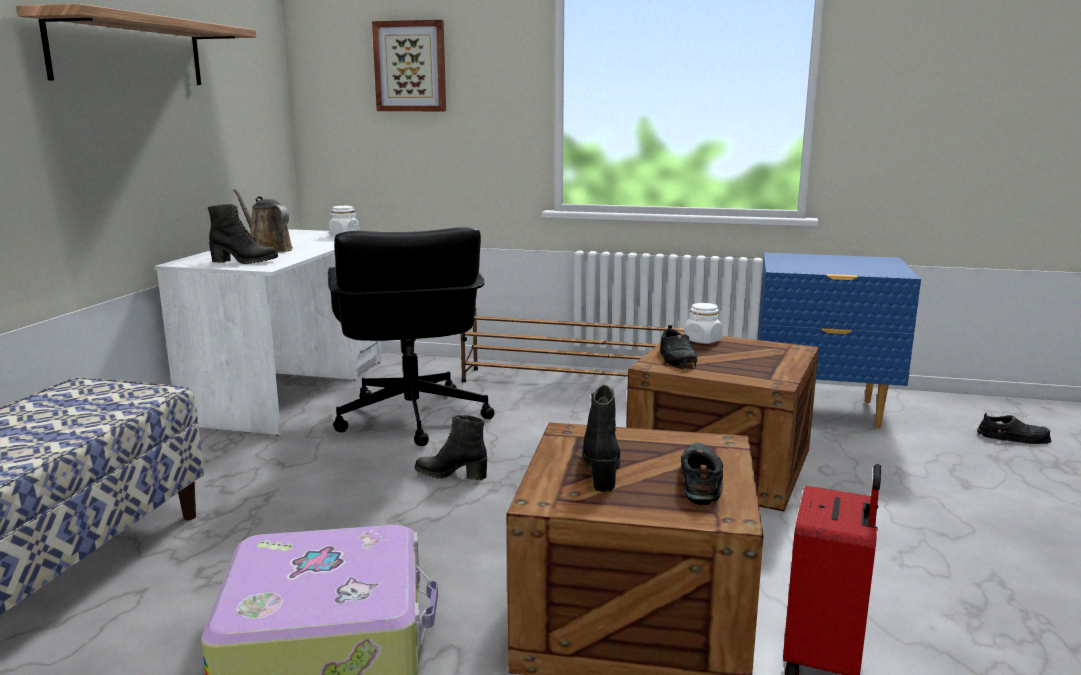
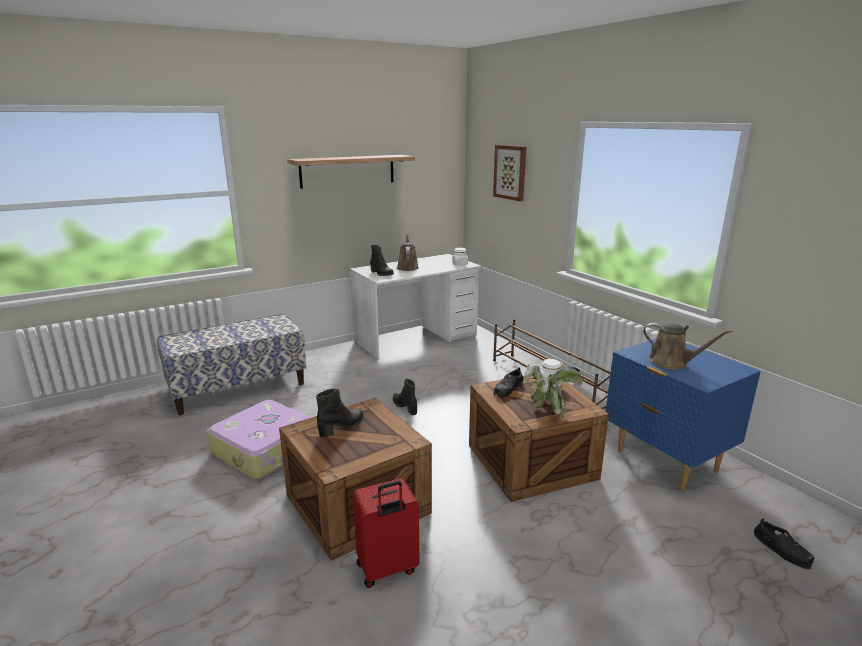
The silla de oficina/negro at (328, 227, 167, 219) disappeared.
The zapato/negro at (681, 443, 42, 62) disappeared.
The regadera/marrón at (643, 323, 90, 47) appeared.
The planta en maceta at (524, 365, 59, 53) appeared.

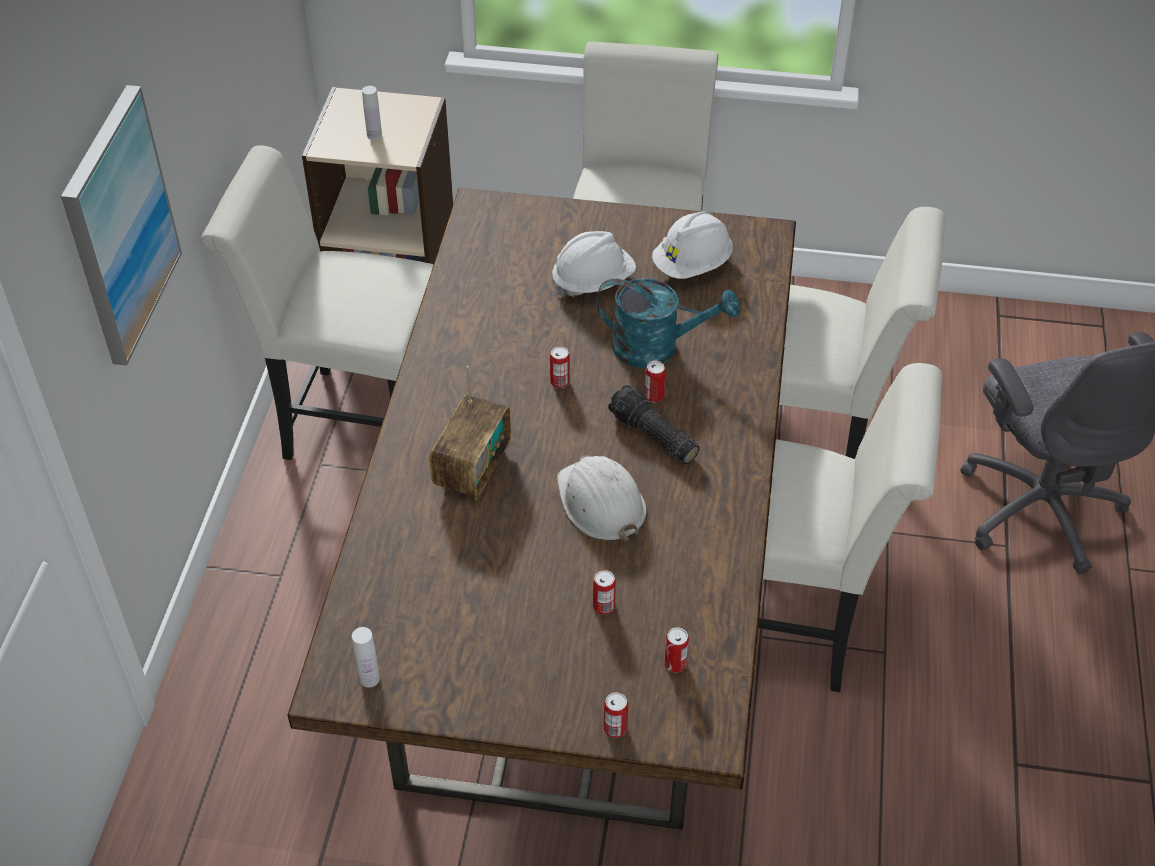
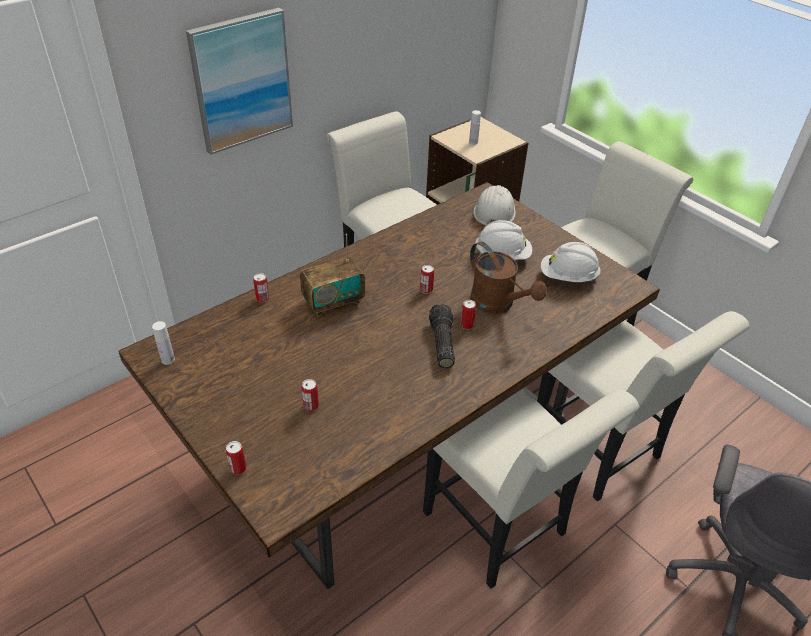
The regadera/turquesa at (596, 278, 144, 90) became the regadera/marrón at (470, 242, 77, 72).
The casco/blanco moved from (557, 455, 89, 87) to (474, 185, 42, 40).
The lata moved from (664, 627, 25, 46) to (253, 273, 16, 29).

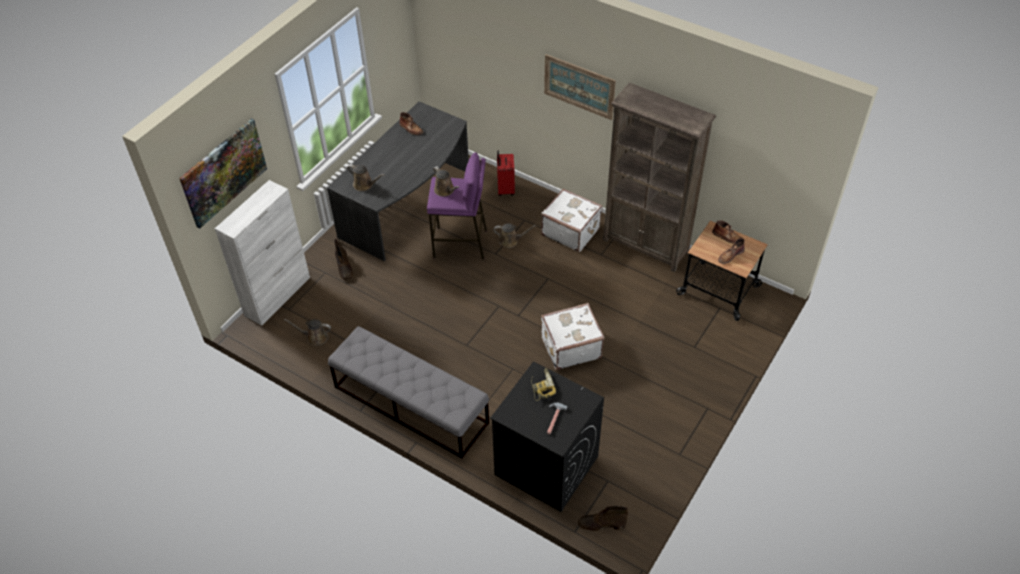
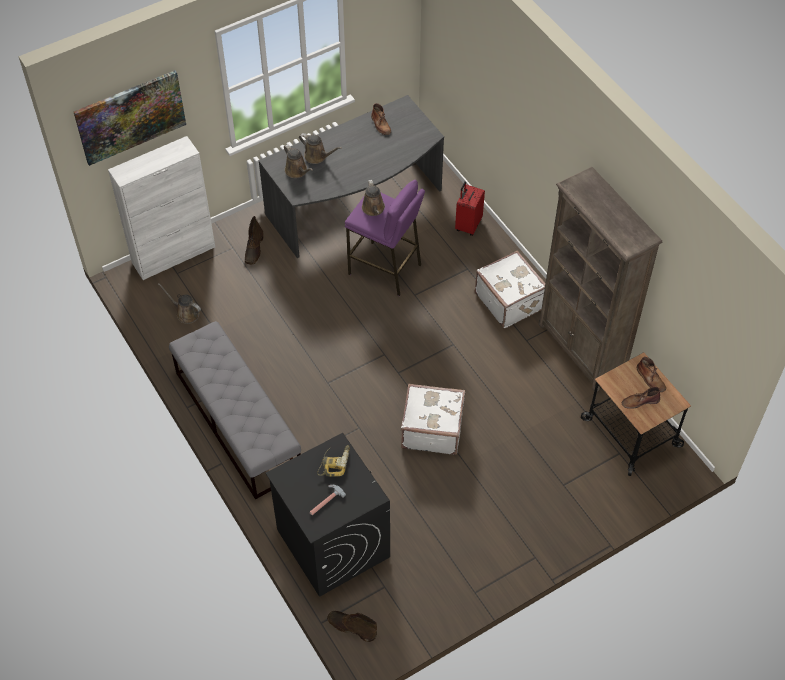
The cuadro at (544, 54, 72, 66) disappeared.
The regadera/marrón moved from (493, 223, 43, 25) to (299, 133, 43, 31).

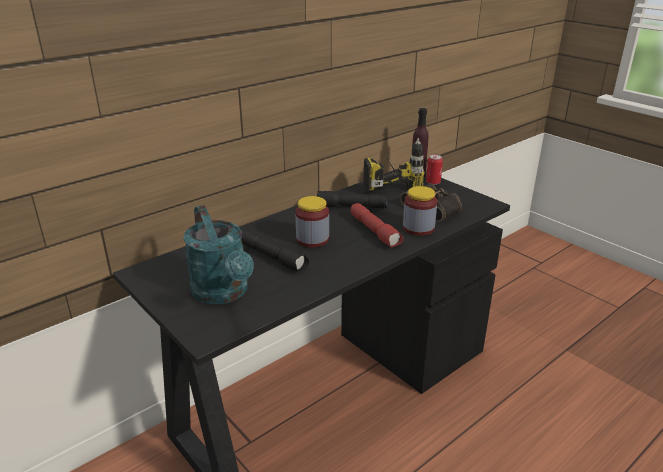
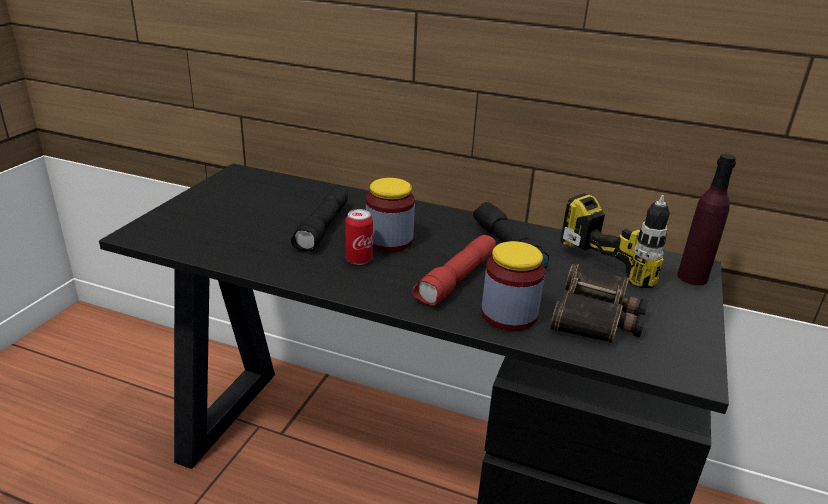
The lata moved from (426, 154, 17, 31) to (346, 209, 27, 56).
The regadera/turquesa at (183, 205, 71, 99) disappeared.

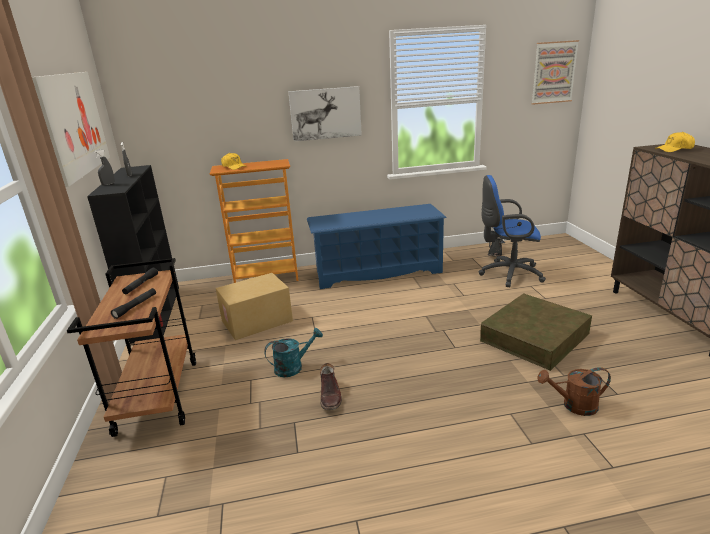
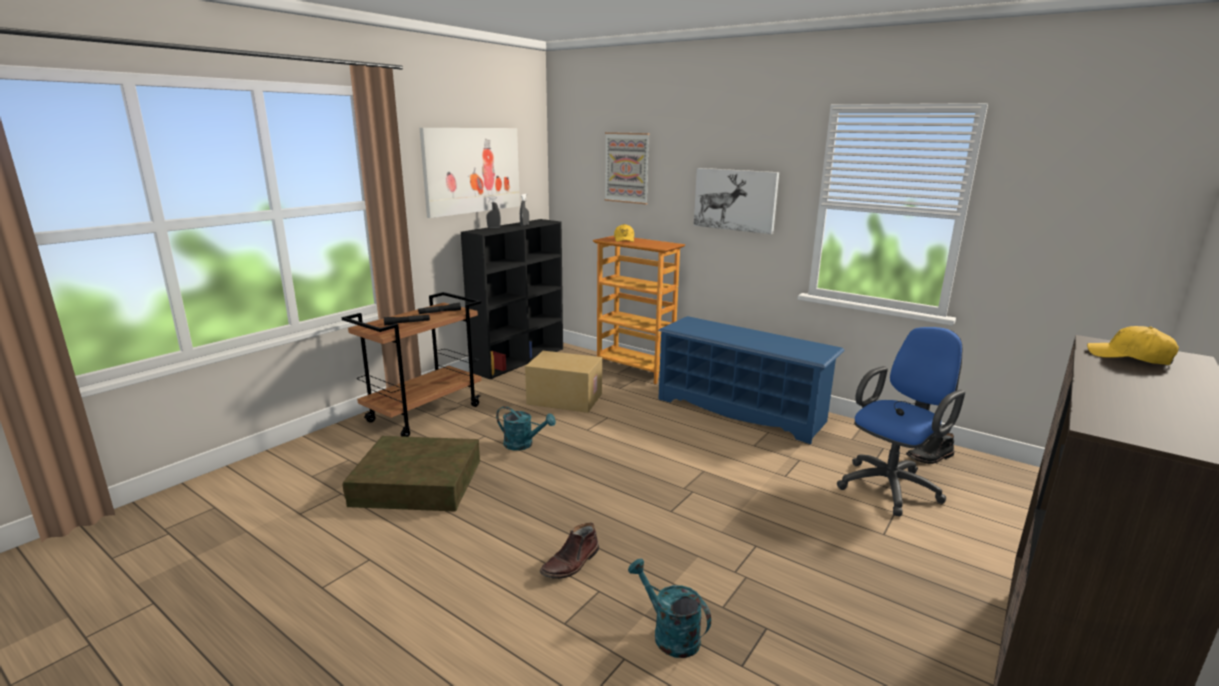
The cuadro moved from (531, 40, 48, 64) to (604, 132, 46, 72).
The silla de oficina/azul at (479, 175, 67, 112) turned 90 degrees clockwise.
The caja de almacenaje/marrón moved from (480, 293, 112, 78) to (342, 436, 138, 76).
The bota/marrón moved from (320, 363, 22, 47) to (540, 523, 59, 56).
The regadera/marrón at (537, 367, 74, 49) became the regadera/turquesa at (628, 559, 83, 99).

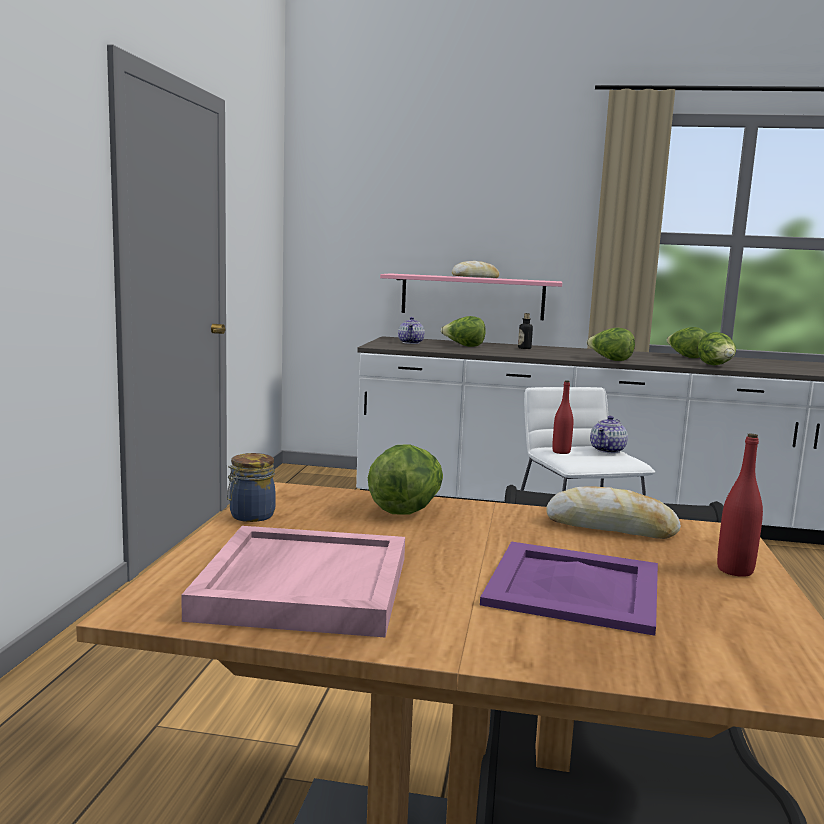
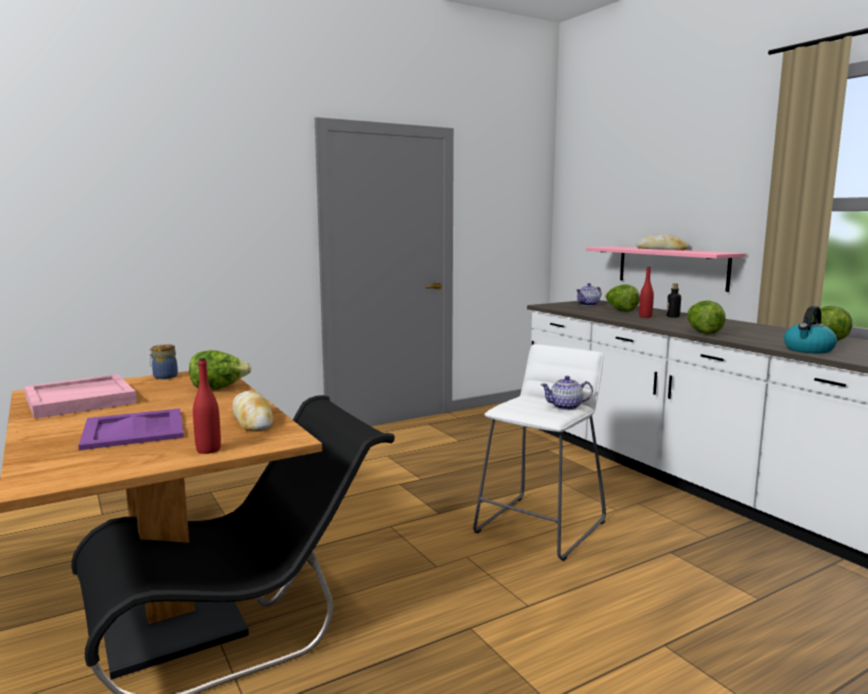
The lechuga at (698, 332, 38, 33) was replaced by the hervidor at (784, 306, 53, 48).
The botella/rojo moved from (552, 380, 21, 74) to (639, 267, 15, 51).

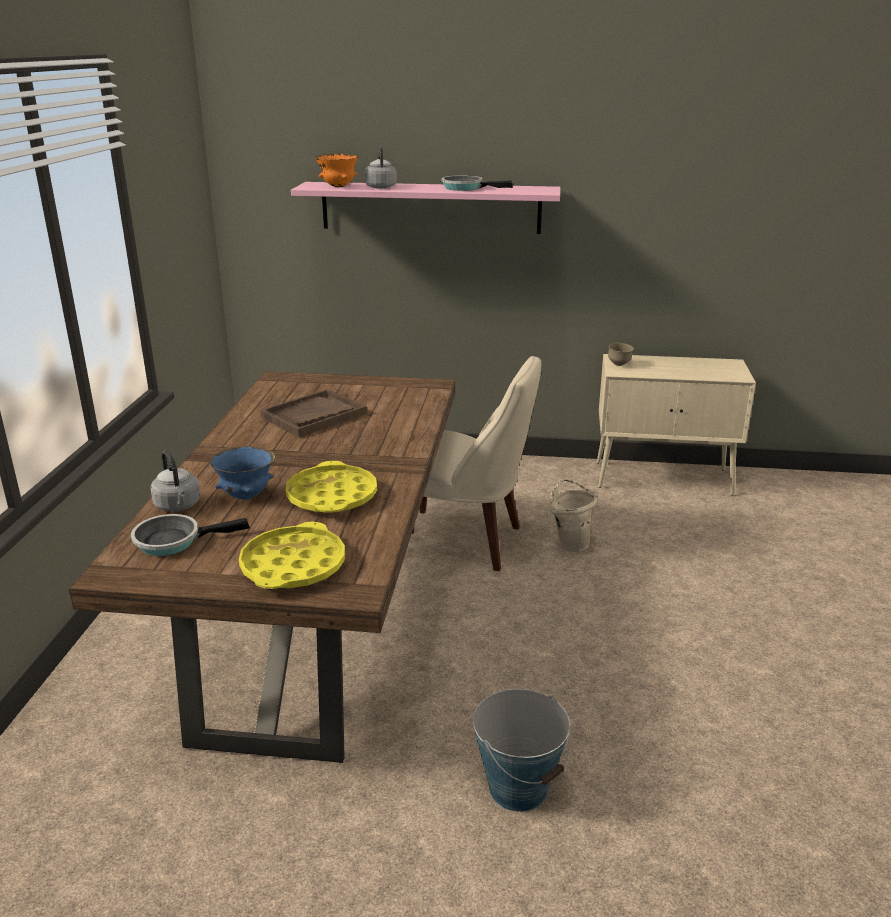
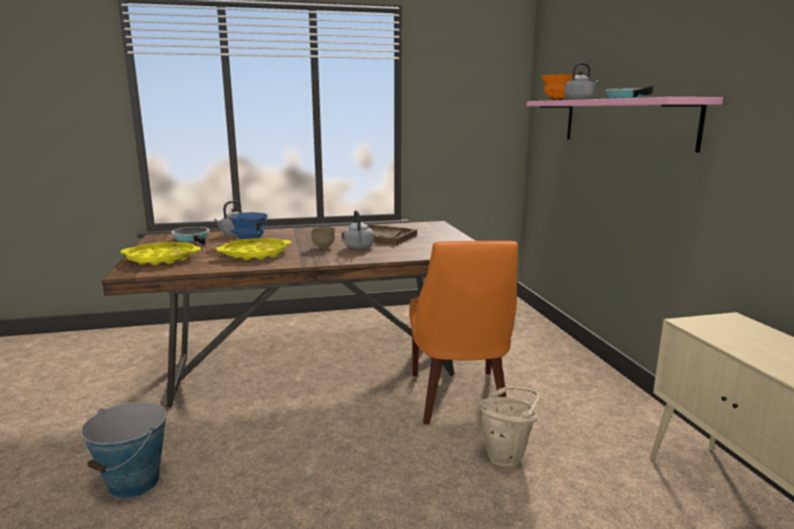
The cuenco/marrón moved from (608, 343, 26, 23) to (311, 227, 24, 21).
The silla/beis at (420, 356, 121, 215) became the silla/naranja at (409, 241, 109, 184).
The hervidor/gris at (344, 210, 30, 39) appeared.

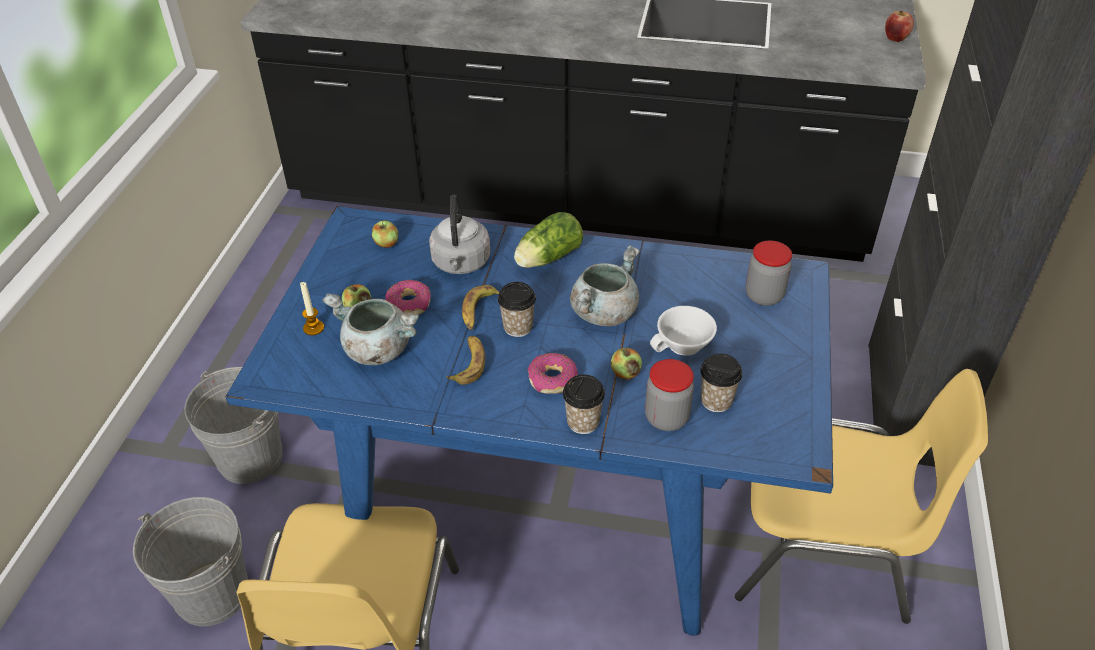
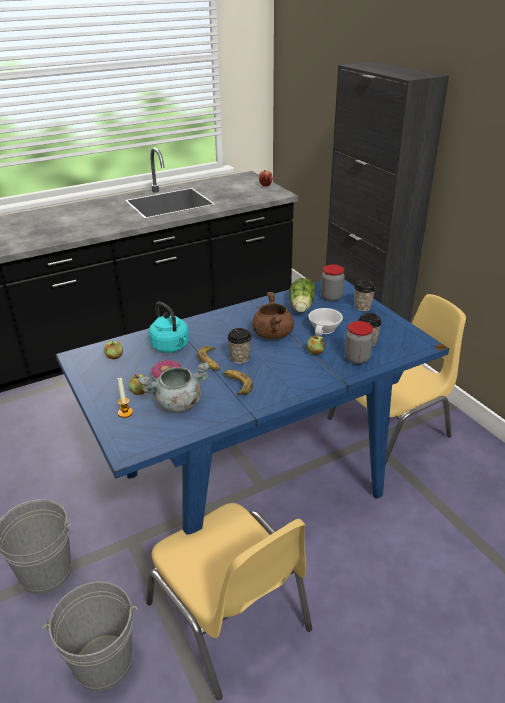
The hervidor/gris at (429, 195, 61, 79) became the hervidor/turquesa at (148, 302, 41, 51).
The lechuga moved from (514, 212, 69, 56) to (290, 278, 25, 35).
The olla/gris at (570, 245, 69, 81) became the olla/marrón at (252, 292, 42, 47).
The rosquilla at (528, 353, 50, 41) disappeared.
The taza moved from (563, 374, 42, 60) to (354, 280, 22, 31).

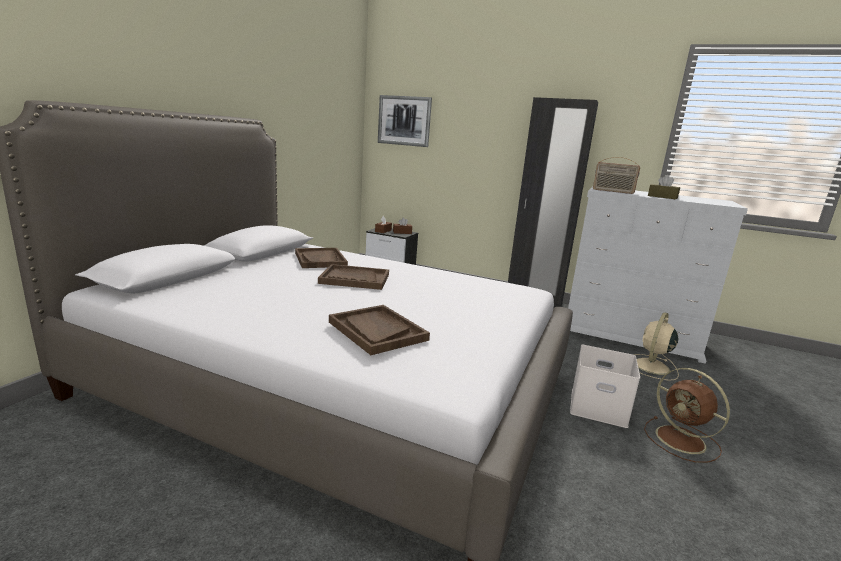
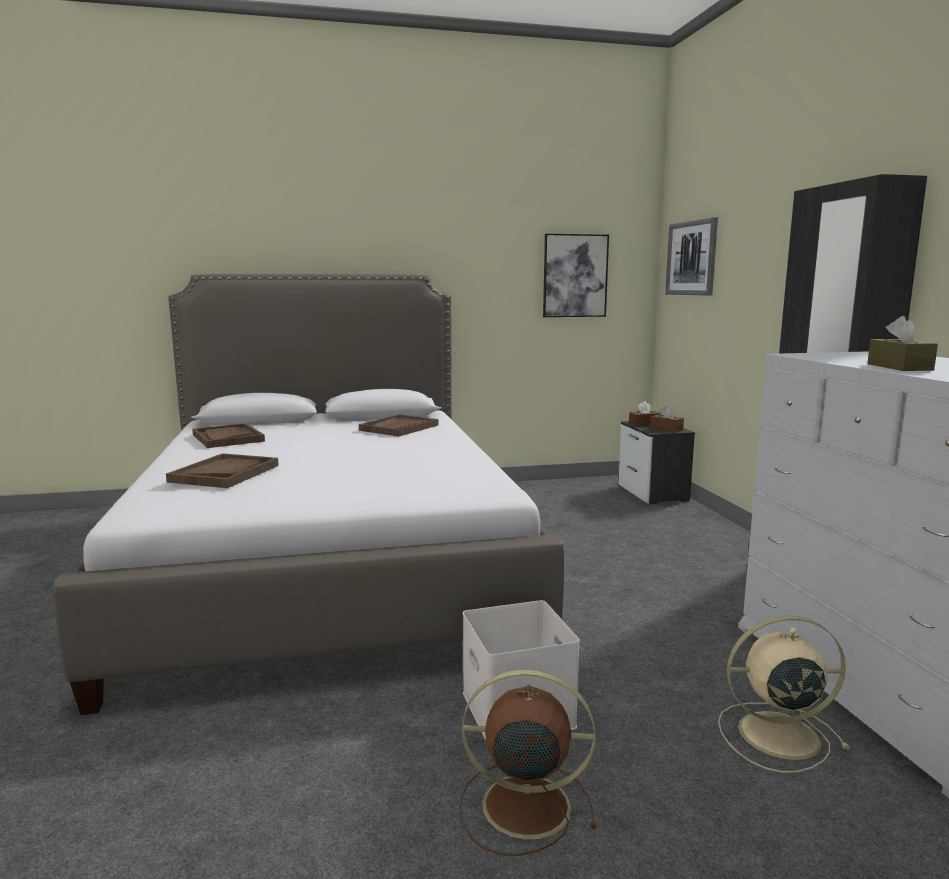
The radio at (593, 157, 47, 37) disappeared.
The bandeja/marrón moved from (318, 264, 71, 26) to (192, 423, 73, 25).
The ventilador/marrón at (644, 368, 86, 95) turned 75 degrees clockwise.
The cuadro at (543, 234, 66, 83) appeared.

